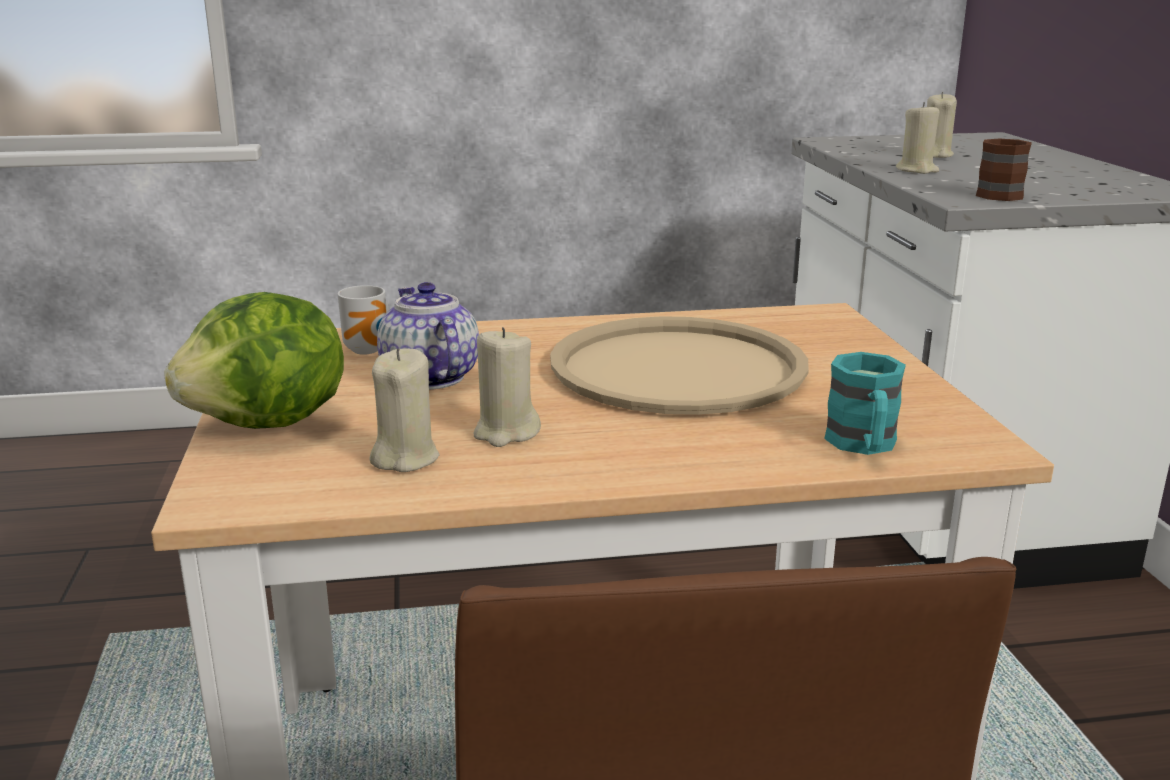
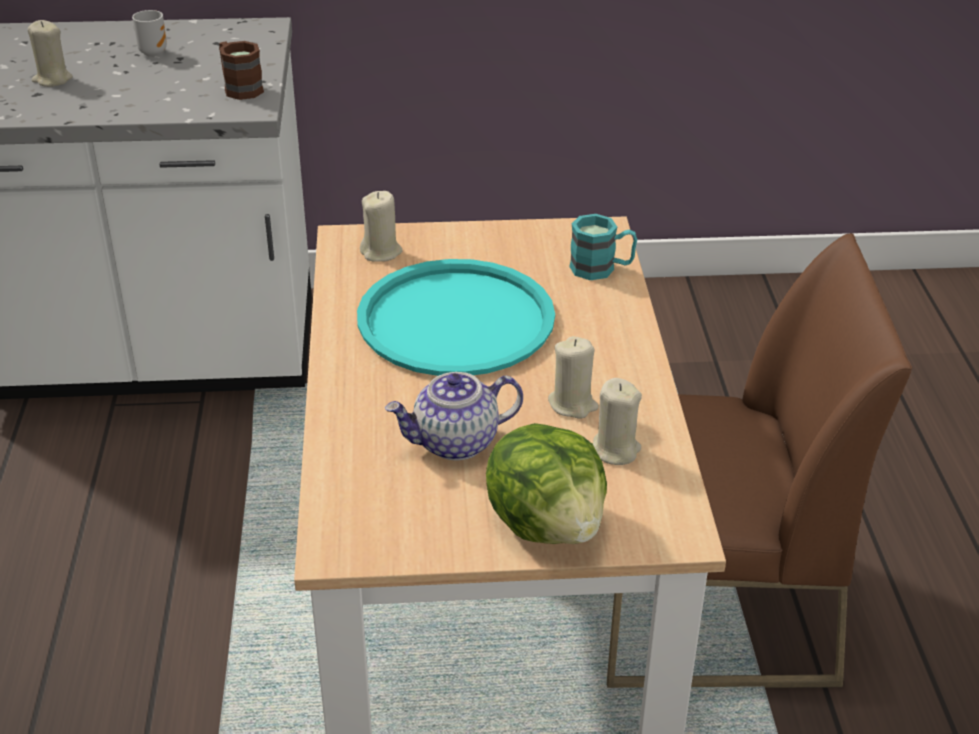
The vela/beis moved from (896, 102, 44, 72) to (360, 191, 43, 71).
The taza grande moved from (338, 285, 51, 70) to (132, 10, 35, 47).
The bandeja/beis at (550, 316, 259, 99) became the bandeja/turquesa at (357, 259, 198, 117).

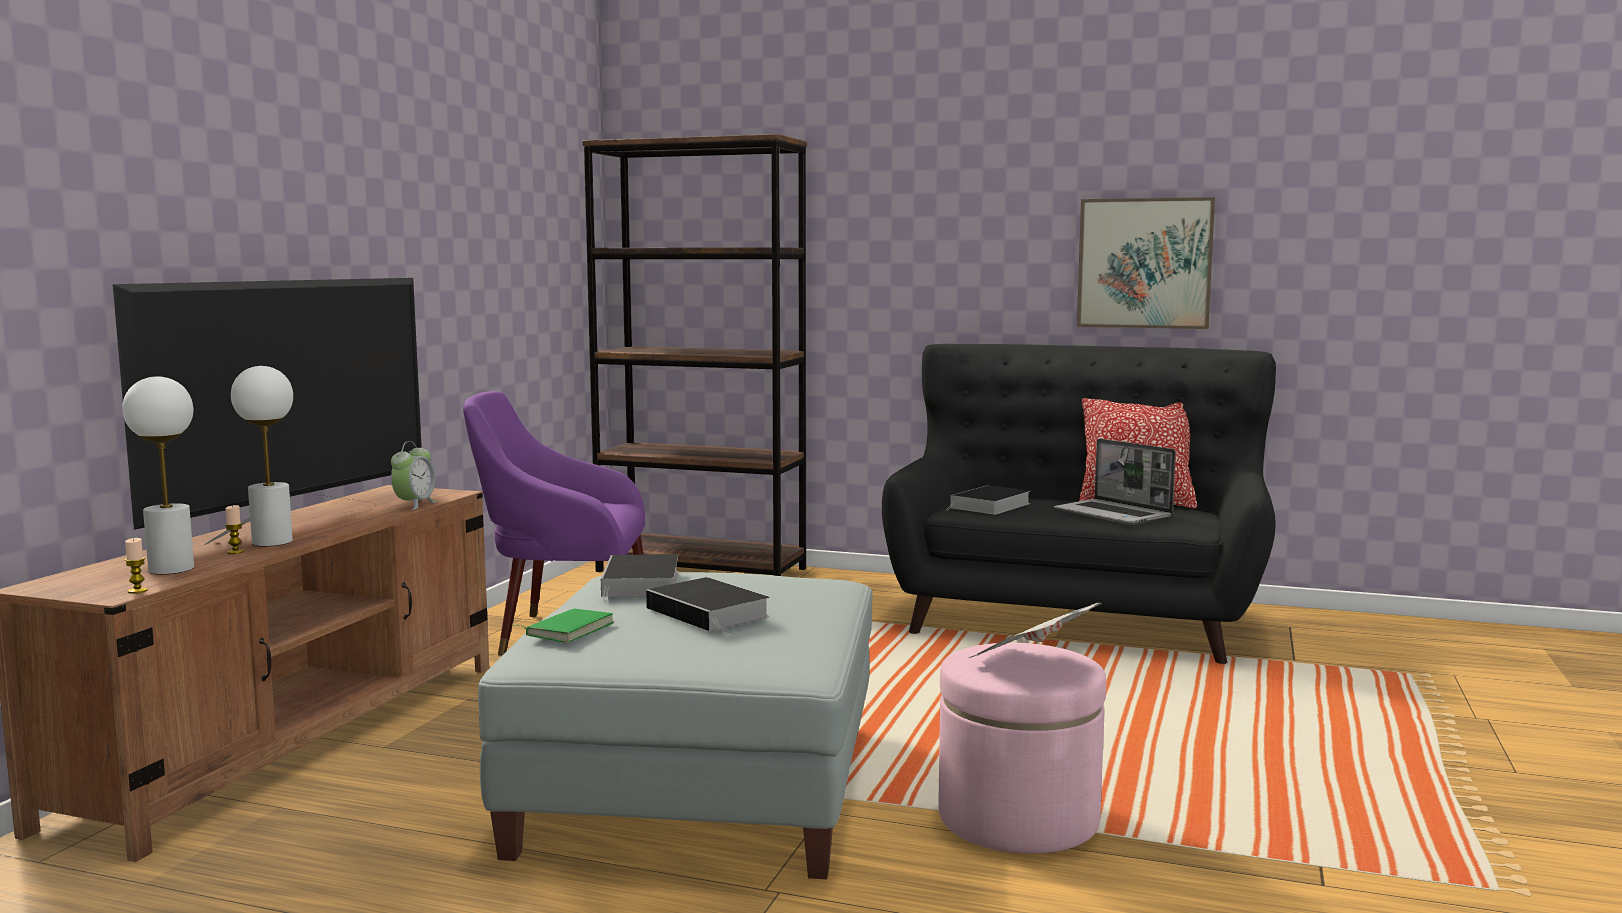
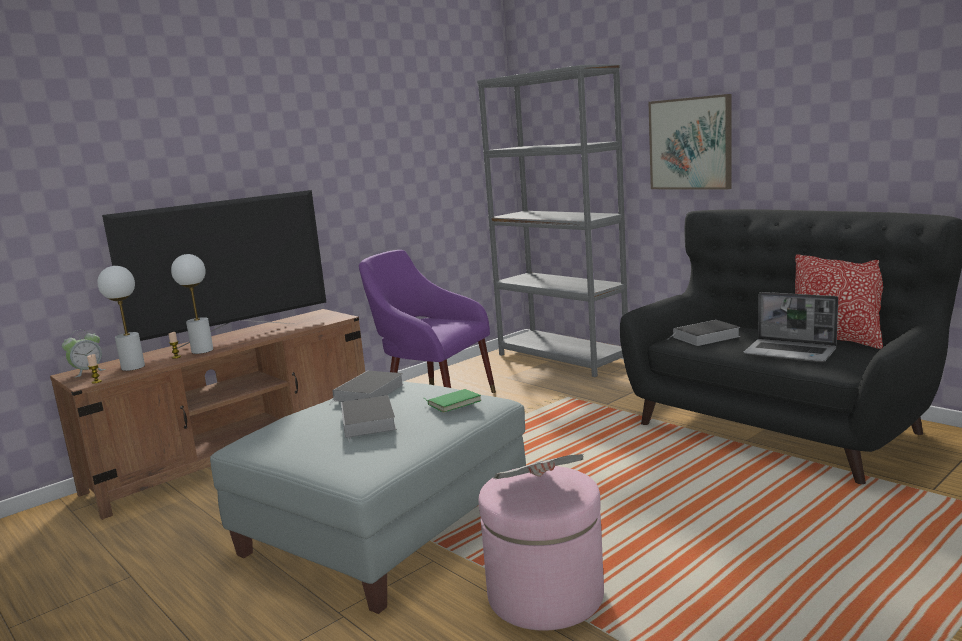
The estantería/marrón at (582, 134, 225, 442) became the estantería/gris at (477, 64, 151, 313).
The cuadro moved from (1077, 197, 138, 132) to (649, 94, 82, 96).
The portátil at (1054, 438, 122, 87) turned 45 degrees counterclockwise.
The despertador moved from (391, 441, 46, 69) to (62, 330, 44, 47).
The libro/verde moved from (514, 609, 100, 34) to (425, 389, 56, 23).

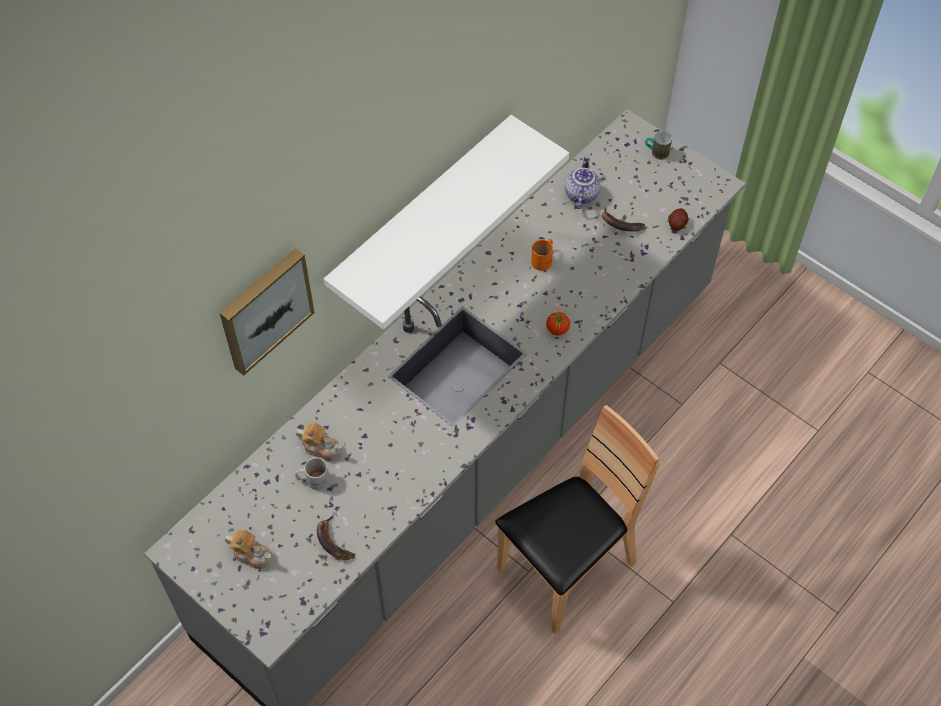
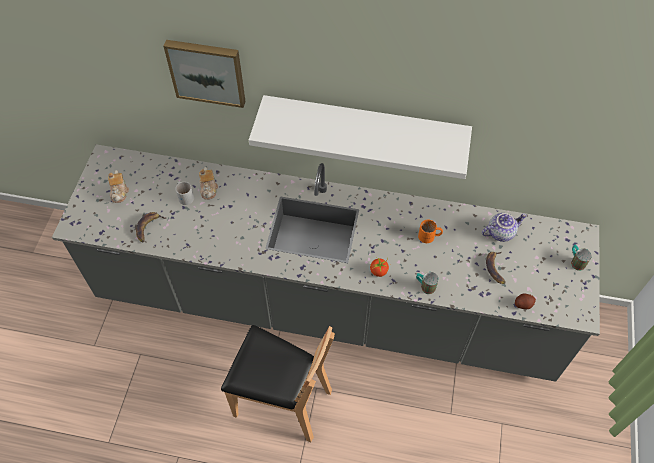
The taza grande at (416, 272, 23, 22) appeared.

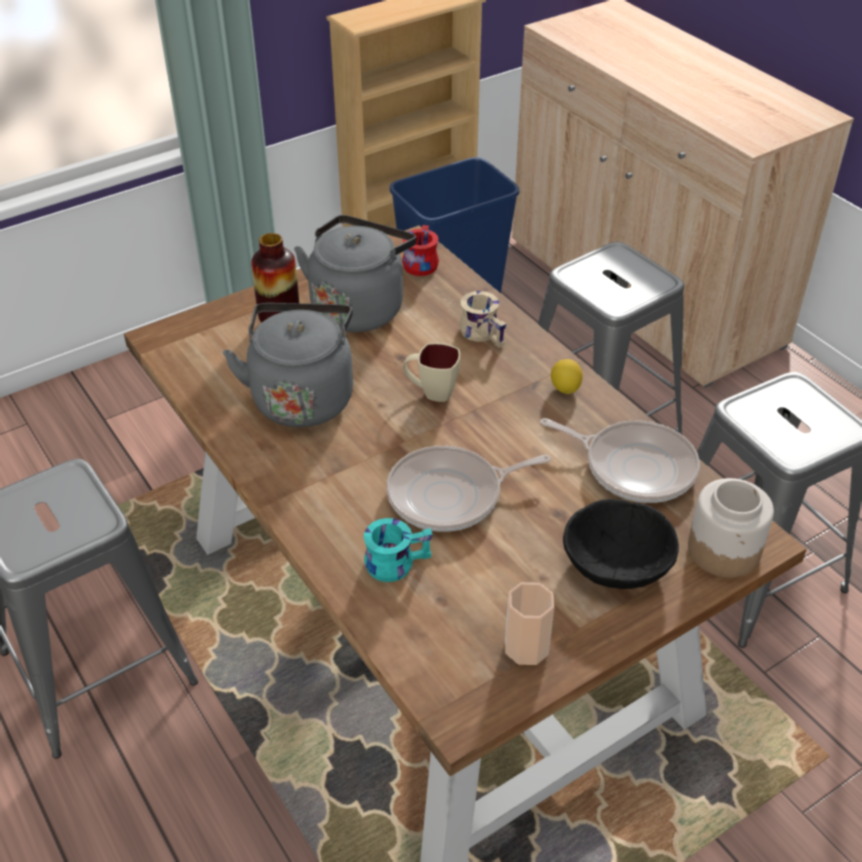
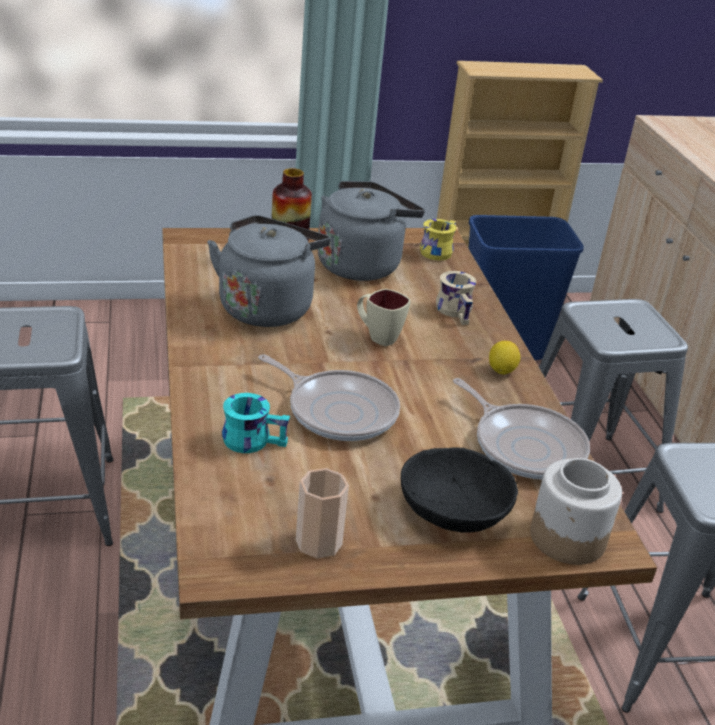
The taza grande/rojo at (402, 225, 37, 51) became the taza grande/amarillo at (420, 219, 37, 42).
The sartén at (387, 446, 164, 86) turned 150 degrees counterclockwise.

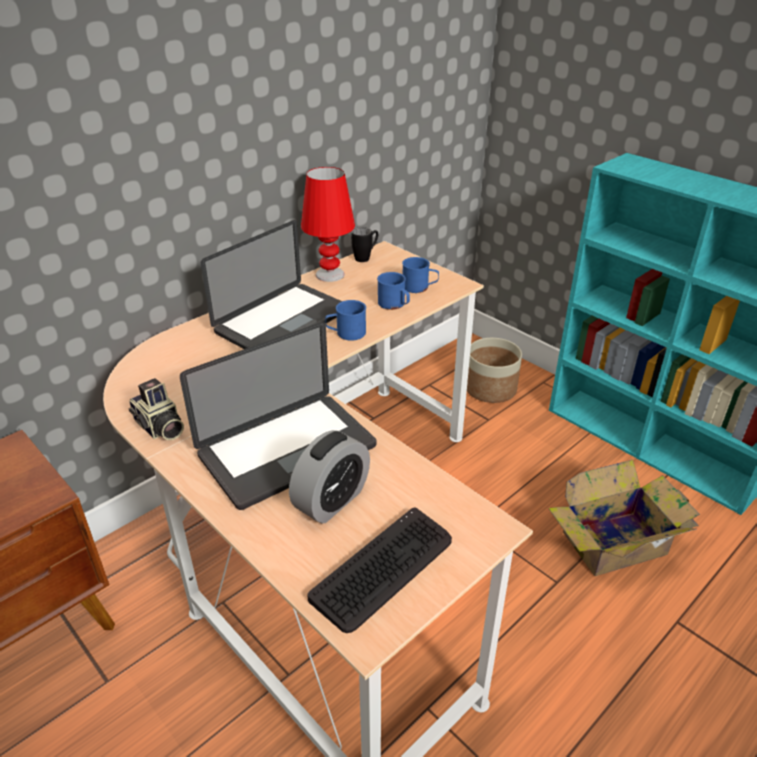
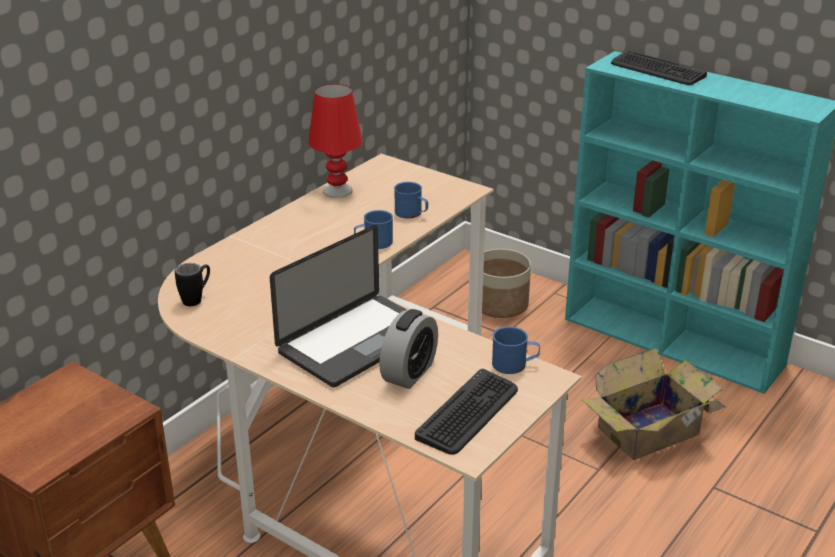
The portátil at (201, 220, 141, 129) disappeared.
The taza grande/negro moved from (351, 227, 27, 35) to (175, 263, 35, 43).
The taza grande/azul moved from (402, 257, 37, 36) to (492, 326, 48, 48).
The cámara at (129, 378, 55, 62) disappeared.
The teclado at (611, 51, 96, 34) appeared.

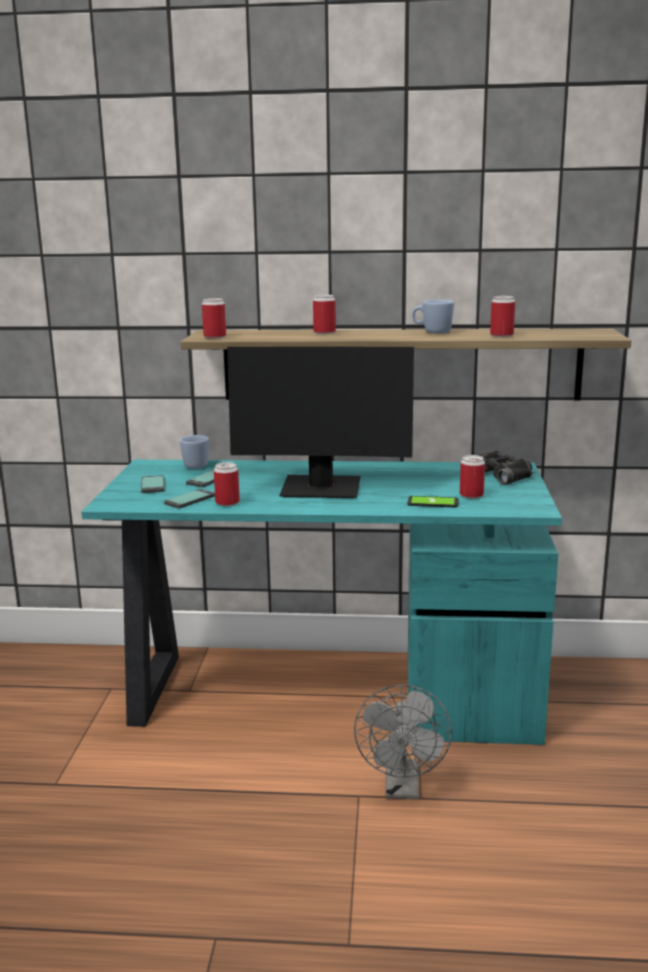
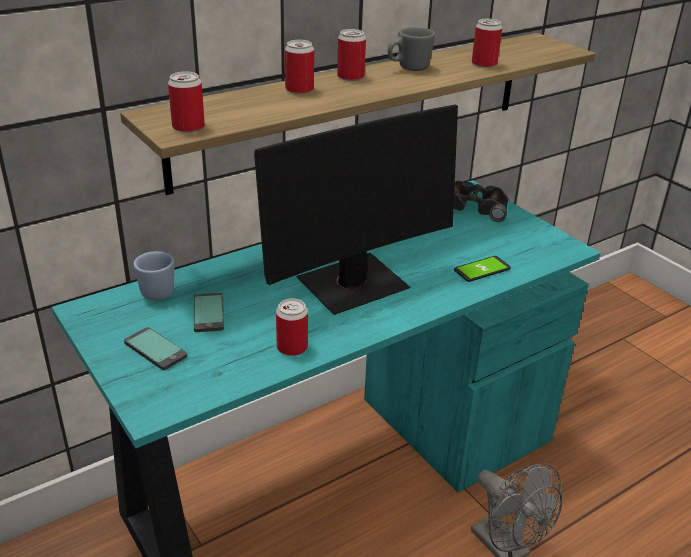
The taza grande/azul at (412, 300, 42, 34) became the taza grande/gris at (388, 27, 47, 44).
The lata moved from (460, 455, 25, 44) to (337, 29, 29, 52).
The móvil at (164, 489, 51, 20) disappeared.

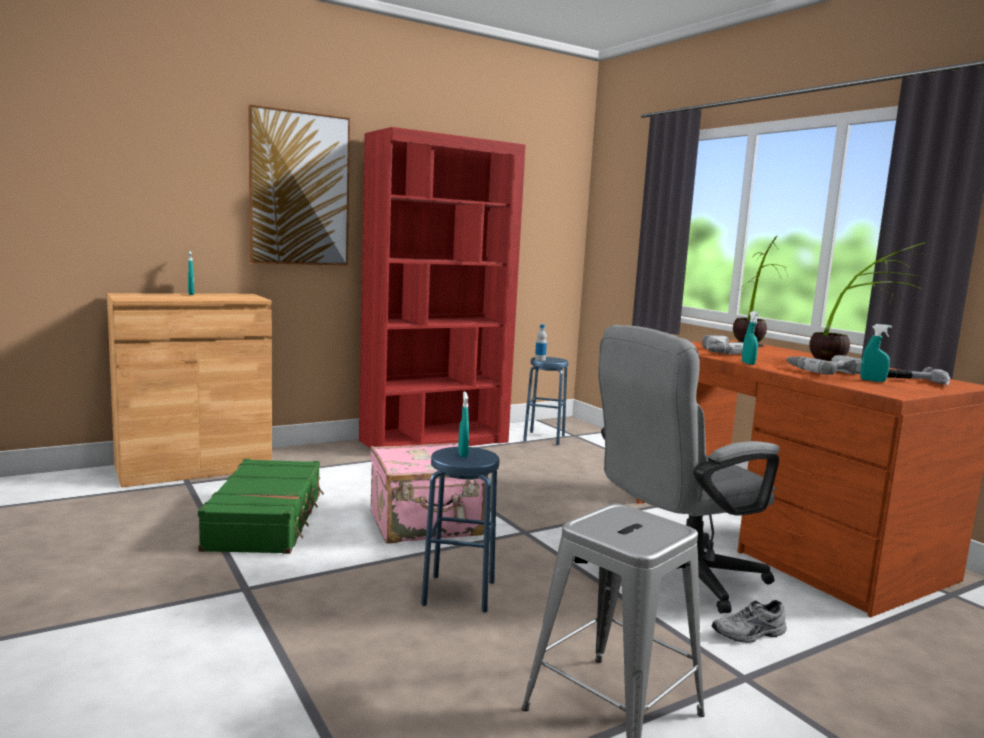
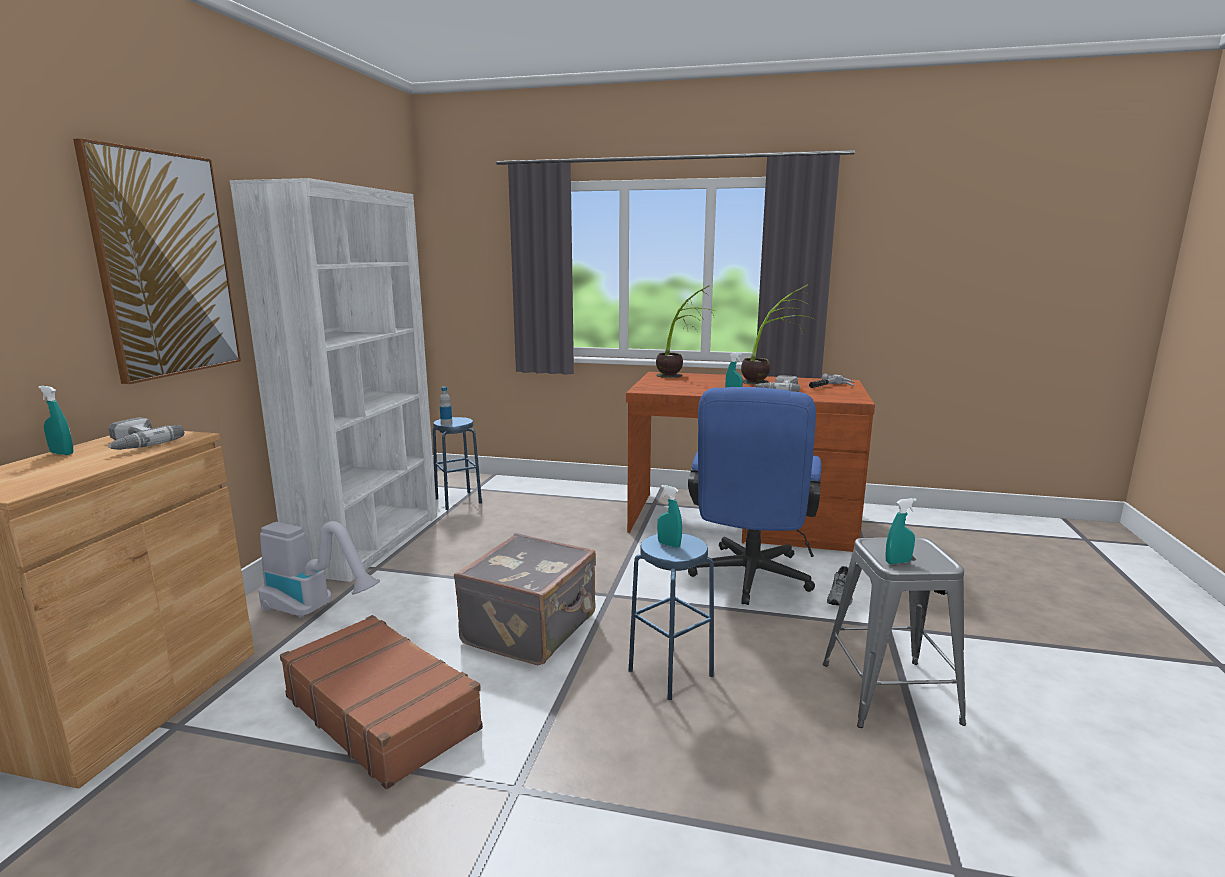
The estantería/rojo at (359, 127, 167, 321) became the estantería/blanco at (230, 178, 207, 404).
The pulverizador/turquesa moved from (861, 324, 31, 58) to (885, 498, 32, 66).
The silla de oficina/gris at (598, 325, 181, 288) became the silla de oficina/azul at (688, 387, 134, 218).
The taladro moved from (702, 335, 42, 19) to (108, 417, 76, 33).
The maleta/rosa at (370, 443, 118, 101) became the maleta/gris at (454, 533, 142, 132).
The maleta/verde at (198, 459, 126, 95) became the maleta/marrón at (280, 615, 203, 175).
The aspiradora at (258, 521, 122, 97) appeared.

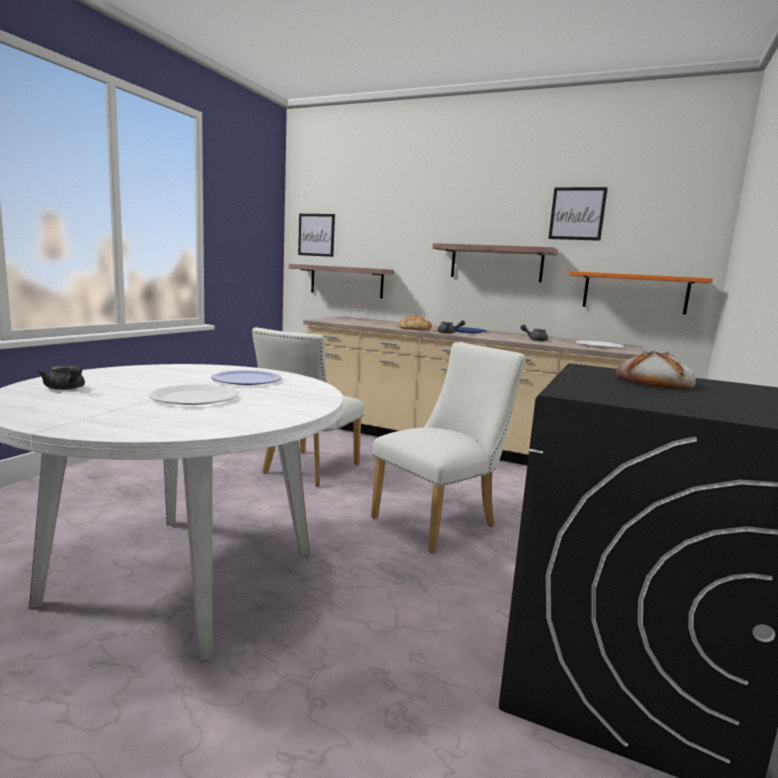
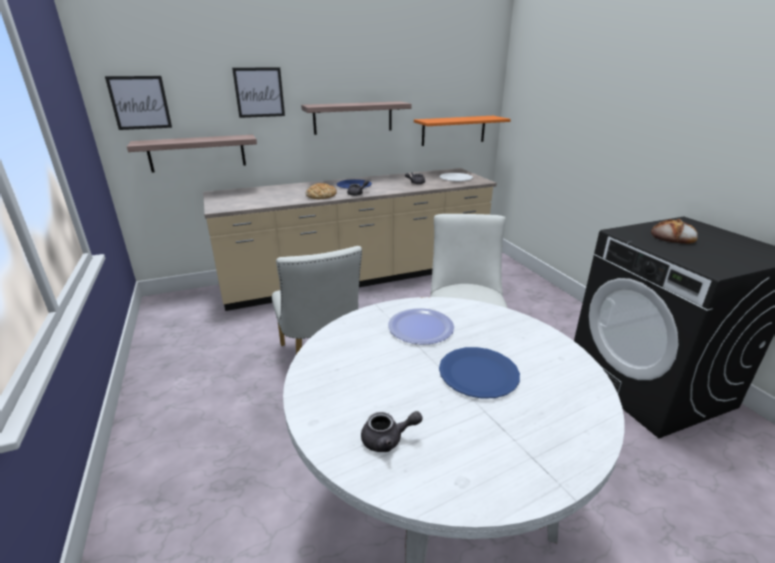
The cuadro moved from (548, 187, 60, 54) to (232, 67, 53, 51).
The plato/blanco at (149, 384, 89, 21) became the plato/azul at (439, 347, 81, 52).

